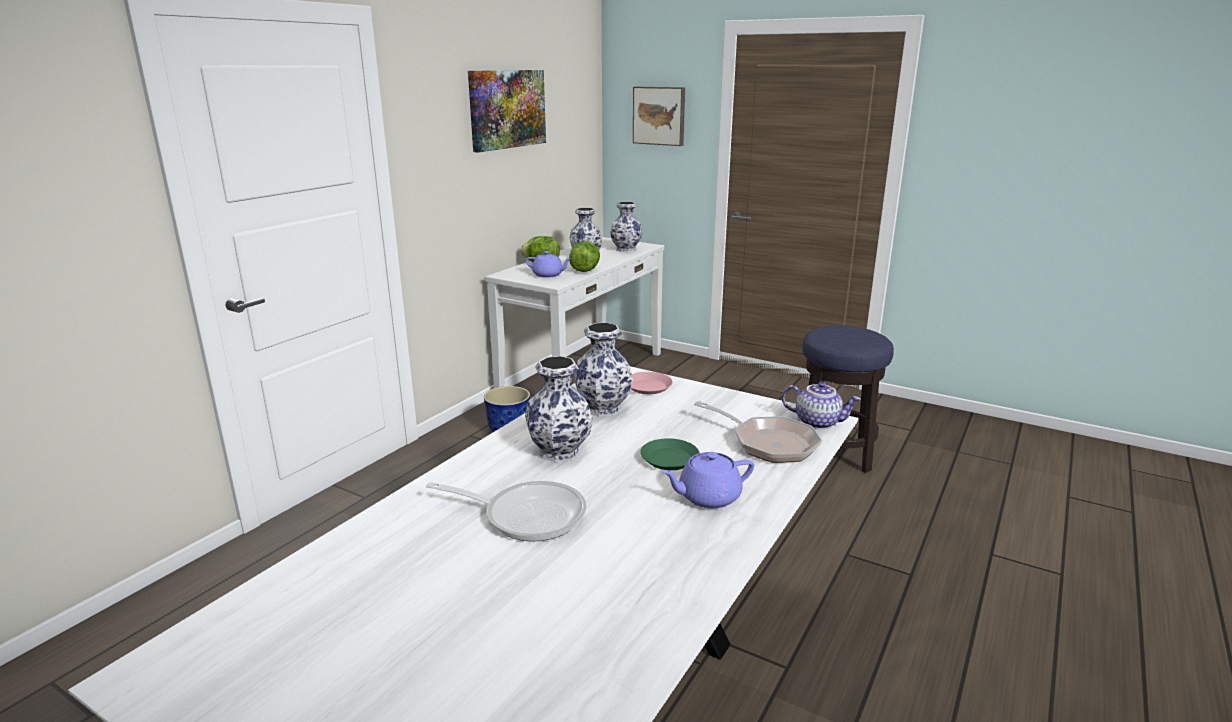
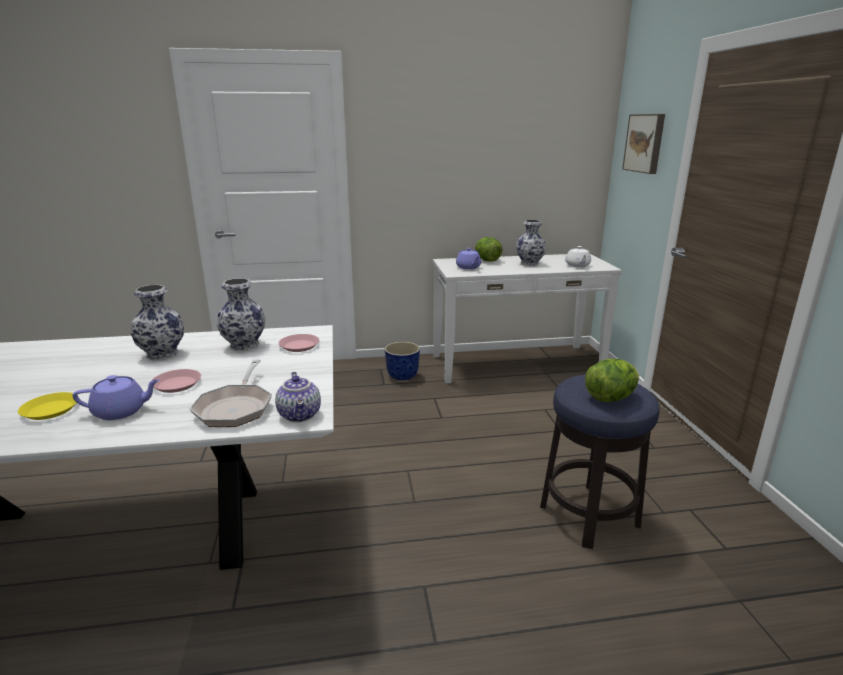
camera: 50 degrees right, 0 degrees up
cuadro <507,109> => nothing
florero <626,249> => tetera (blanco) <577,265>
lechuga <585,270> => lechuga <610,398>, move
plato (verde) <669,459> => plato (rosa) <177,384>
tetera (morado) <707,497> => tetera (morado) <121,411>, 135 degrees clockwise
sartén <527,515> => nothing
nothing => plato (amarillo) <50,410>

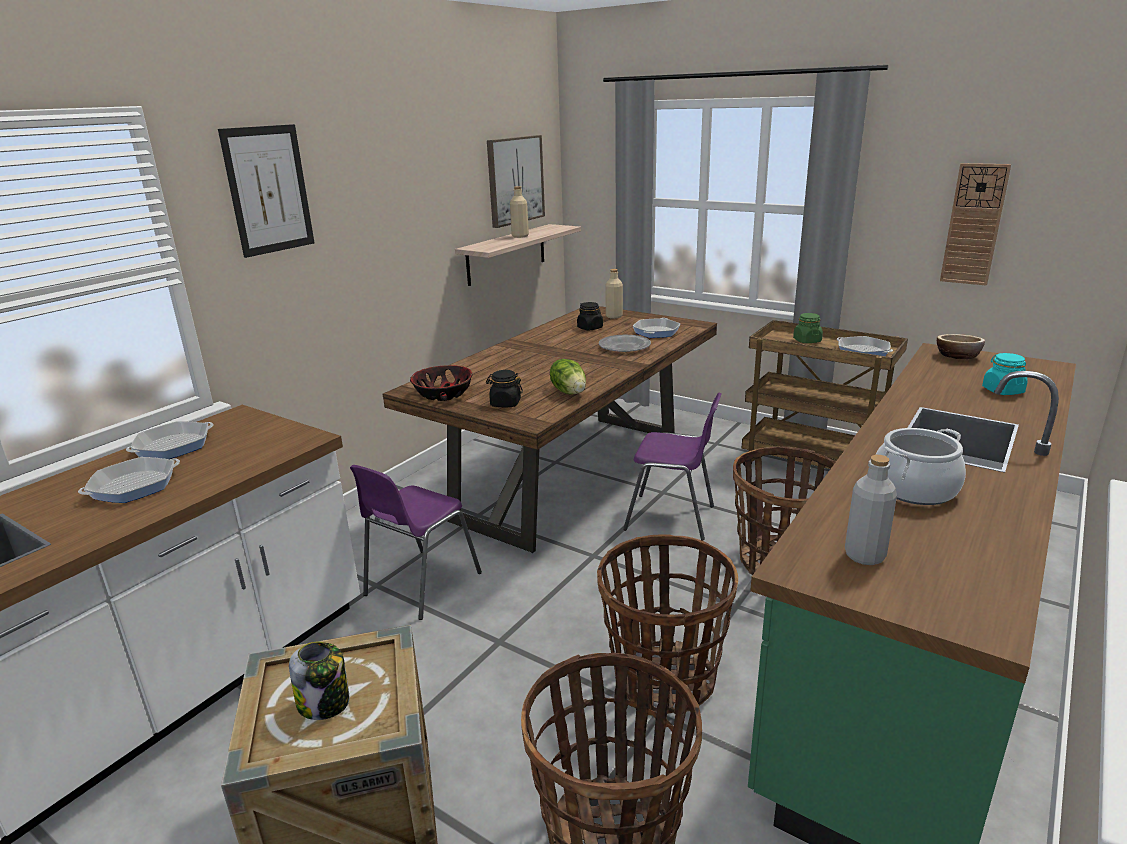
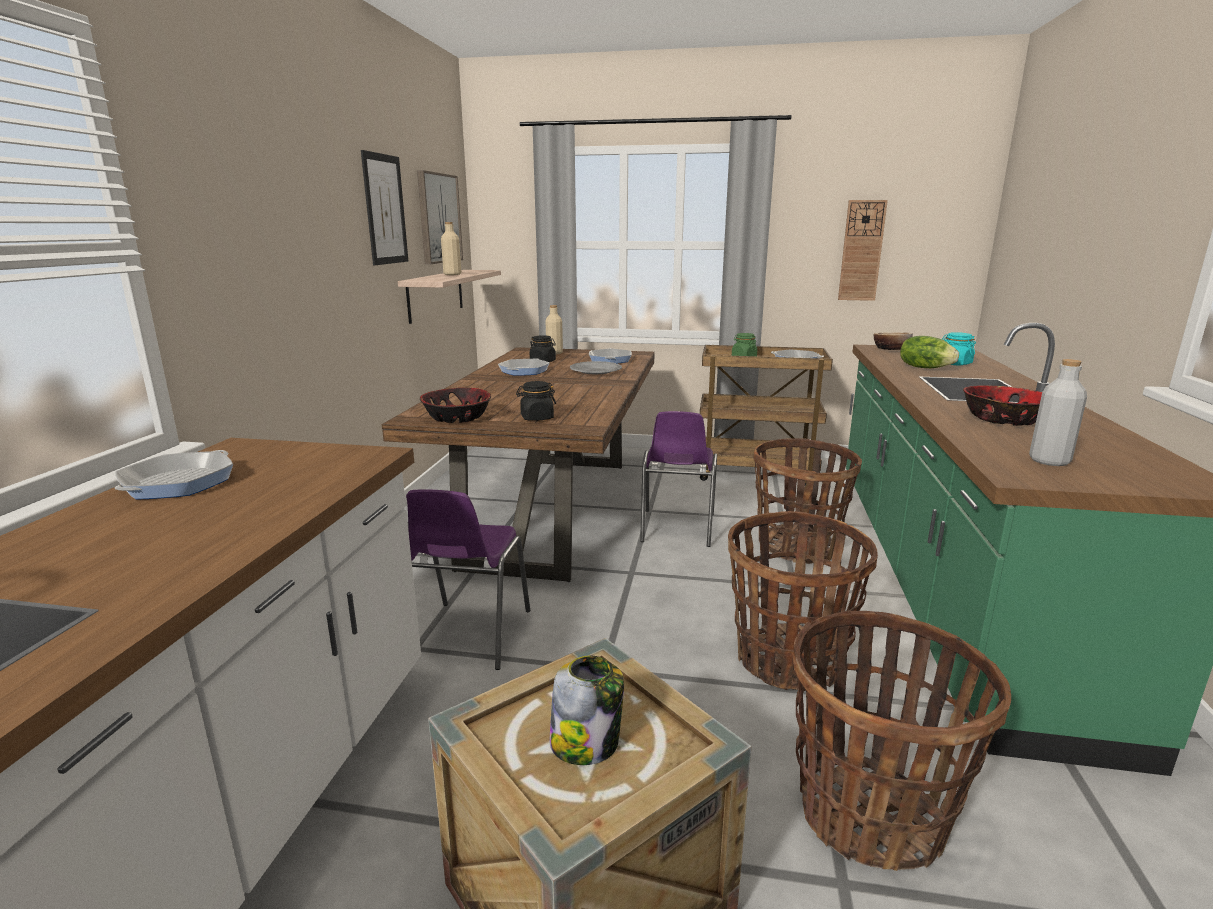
camera: 25 degrees left, 5 degrees down
cuadro <268,190> => cuadro <385,209>, move
lechuga <569,392> => lechuga <925,368>, move
silla (morado) <672,518> => silla (morado) <676,529>, 105 degrees clockwise
olla <914,489> => cuenco <1004,419>
sartén <134,486> => sartén <524,371>, move

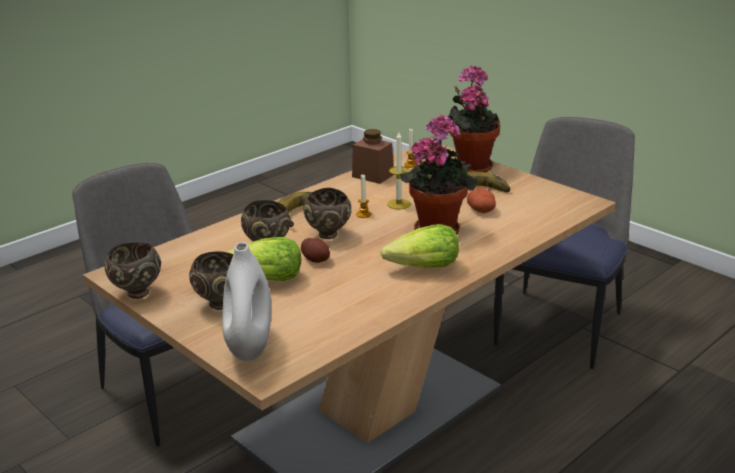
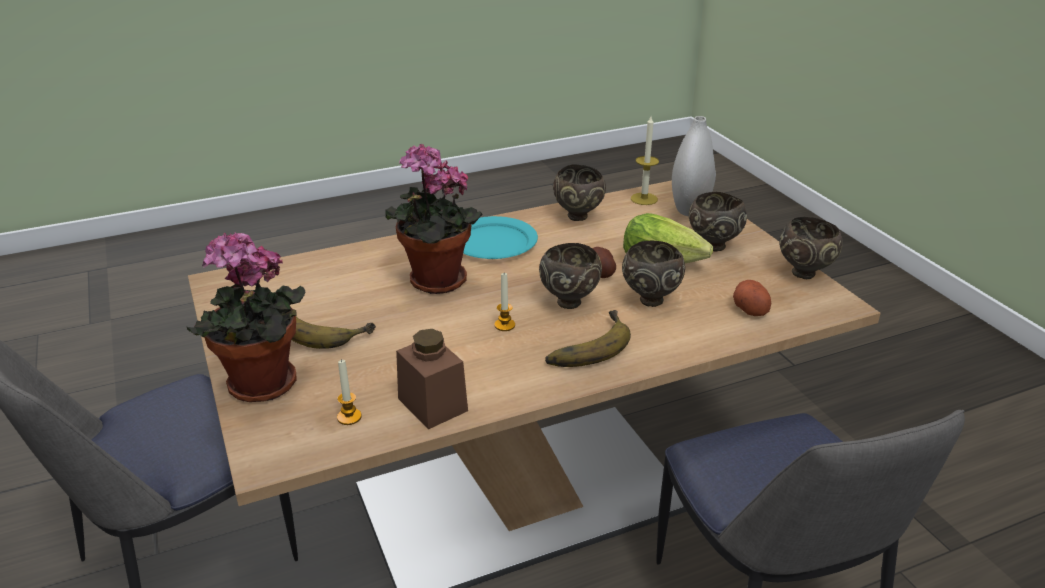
camera: 160 degrees left, 5 degrees up
vela <399,204> => vela <644,199>, move
patata <482,210> => patata <749,308>, move
lechuga <424,268> => plato (turquesa) <493,242>
nothing => cuenco (marrón) <578,217>

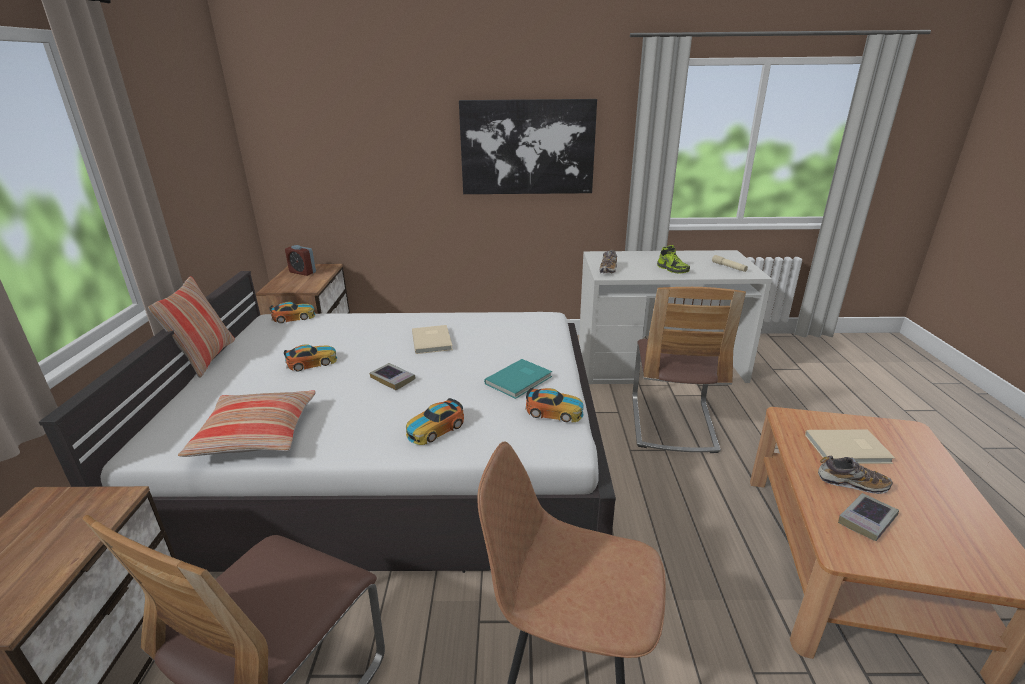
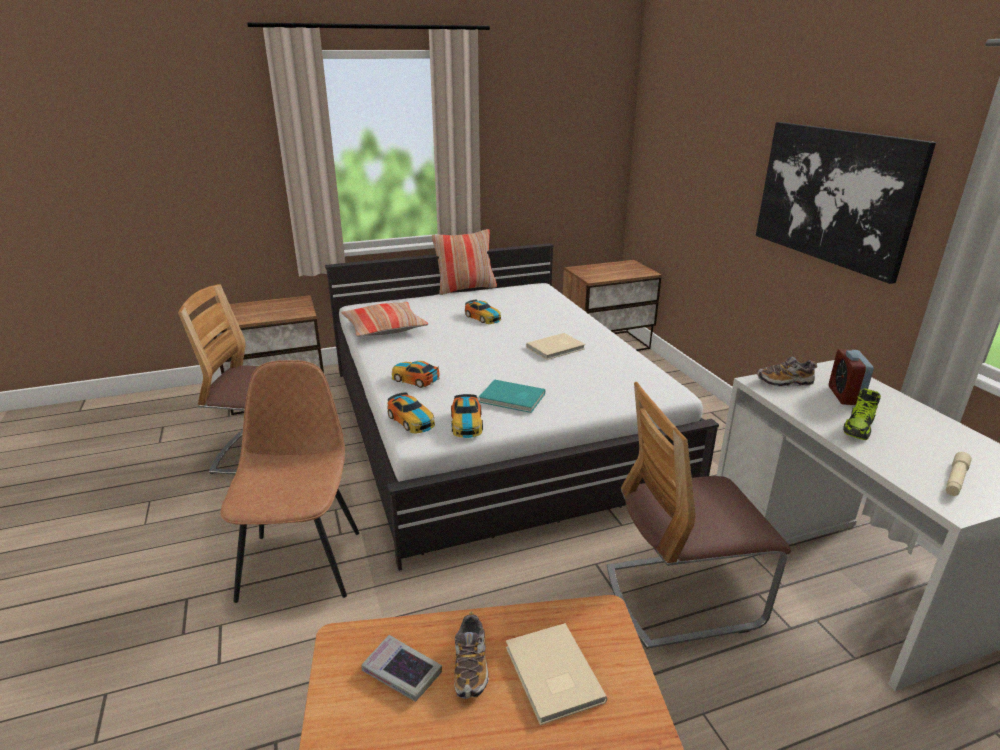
camera: 70 degrees right, 0 degrees up
despertador <302,272> => despertador <844,396>, move
coche de juguete <294,317> => coche de juguete <411,420>, move
libro <393,379> => nothing

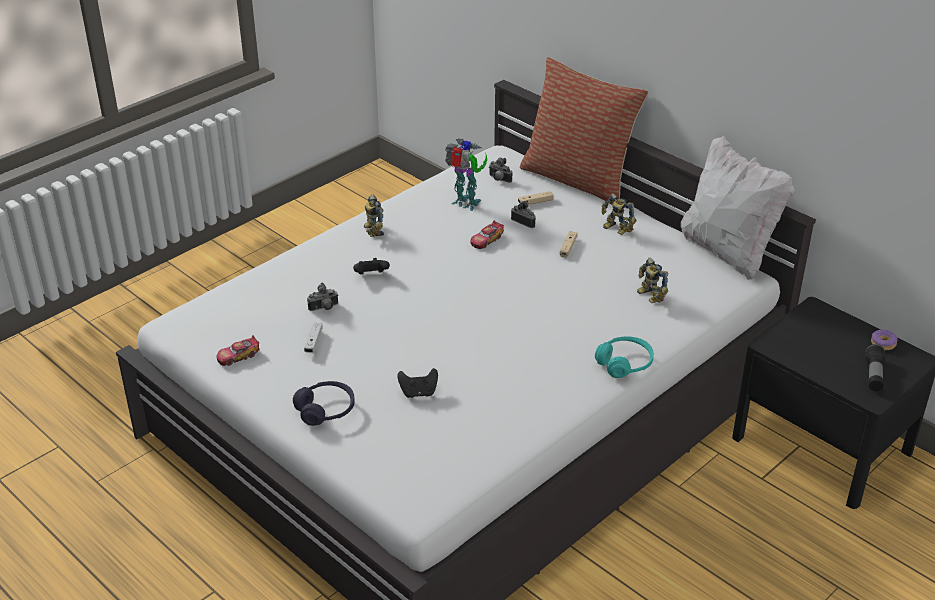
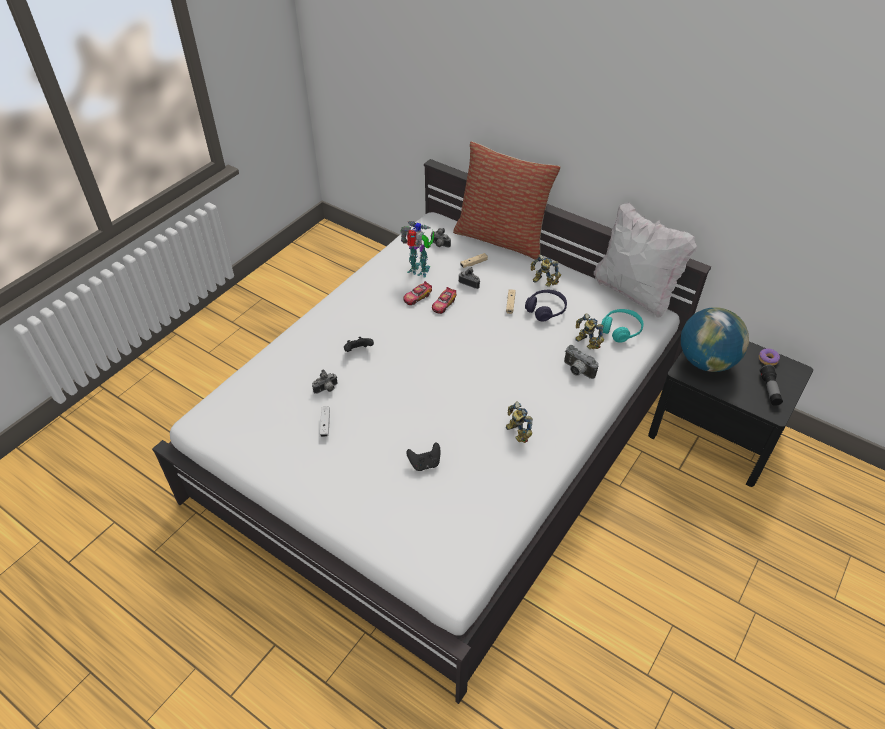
camera: 10 degrees left, 10 degrees up
robot de juguete <372,231> => robot de juguete <516,433>, move
coche de juguete <237,356> => coche de juguete <417,297>, move
auriculares (turquesa) <624,364> => auriculares (turquesa) <621,330>, move
auriculares (morado) <325,410> => auriculares (morado) <546,310>, move
nothing => globo terráqueo <706,361>
nothing => cámara <577,371>

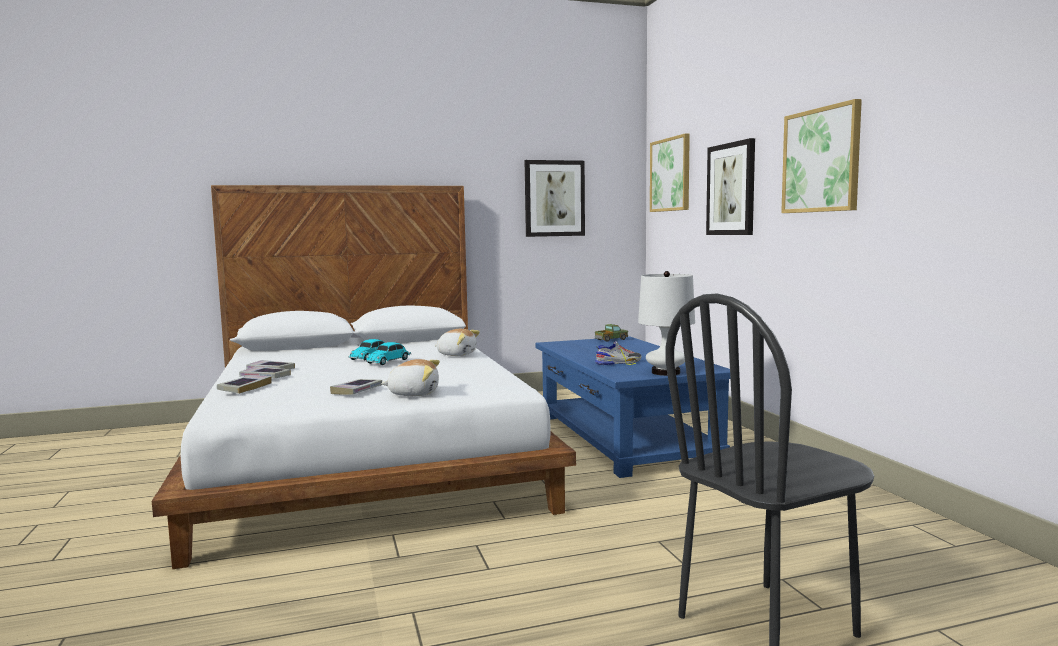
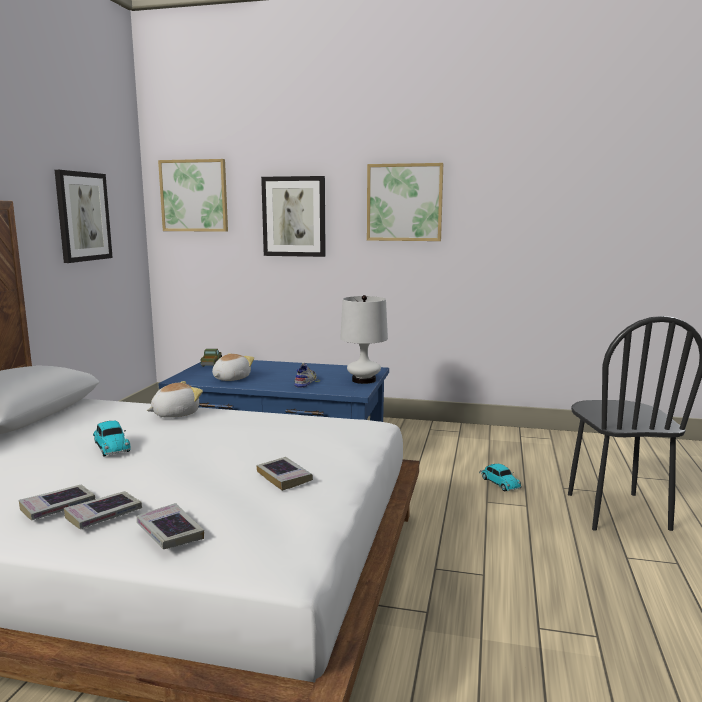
camera: 60 degrees left, 5 degrees up
coche de juguete <389,361> => coche de juguete <499,483>, move
peluche <414,393> => peluche <230,379>, move

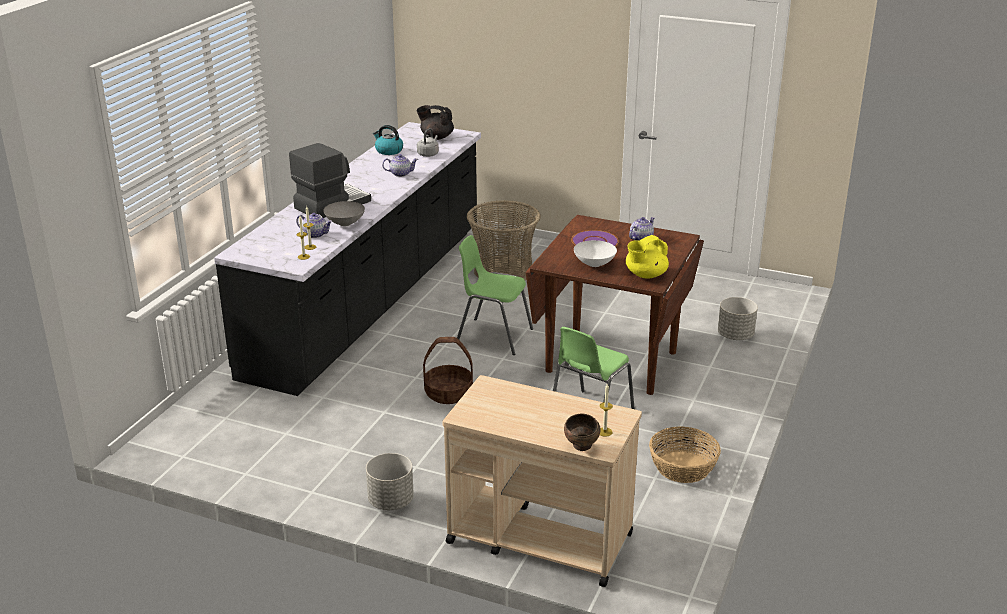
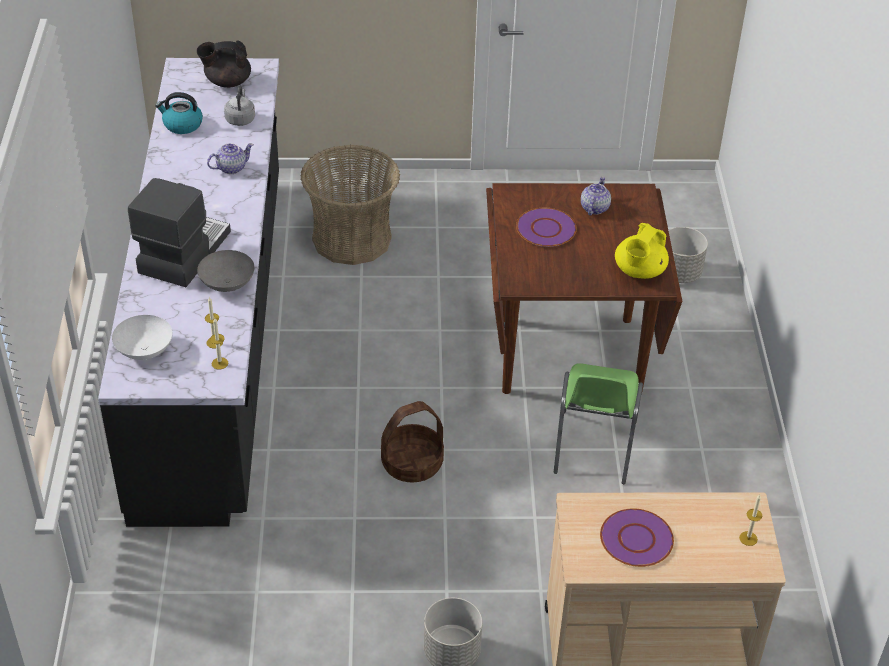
camera: 25 degrees left, 15 degrees up
tetera <315,234> => nothing
silla (verde) <493,336> => nothing
cuenco (blanco) <595,263> => cuenco (blanco) <145,350>, move
cuenco (marrón) <582,447> => nothing
cesta <683,467> => nothing
nothing => plato (morado) <636,538>

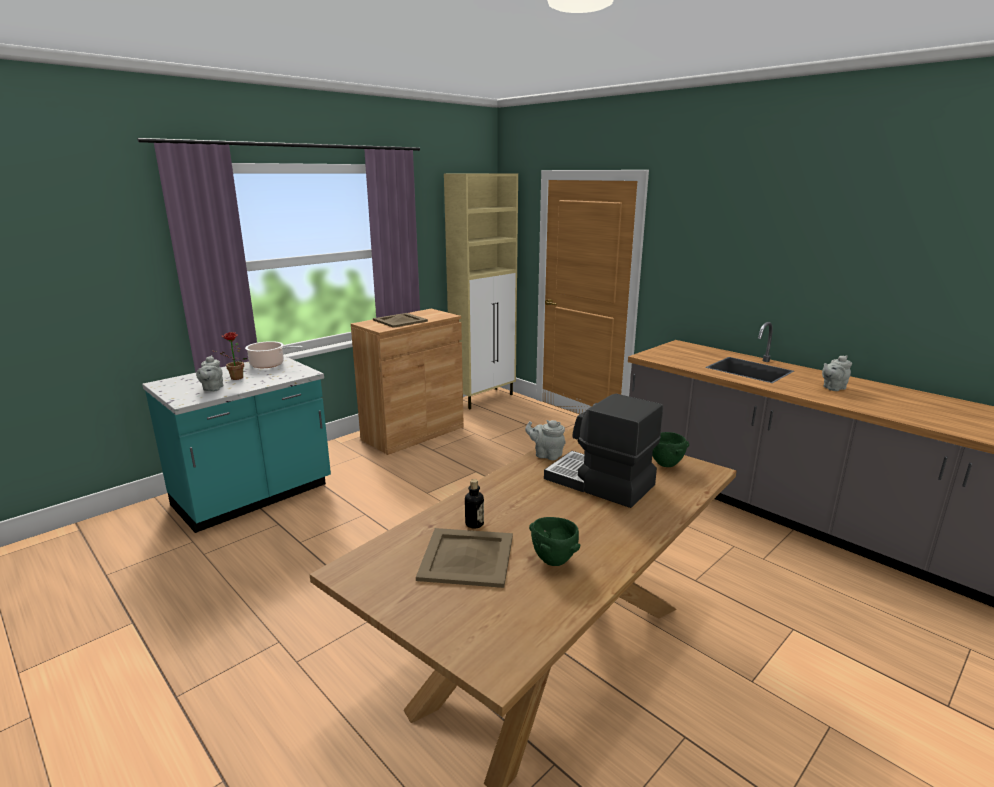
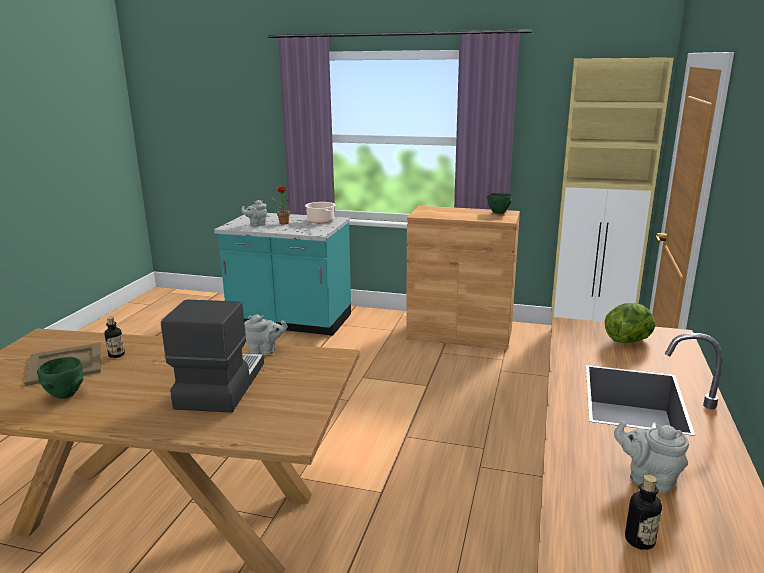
camera: 60 degrees right, 0 degrees up
bandeja (beis) <399,320> => nothing
tetera (gris) <546,455> => tetera (gris) <265,351>, 90 degrees clockwise
cuenco (verde) <666,464> => cuenco (verde) <499,213>, move
nothing => lechuga <629,340>
nothing => botella <639,540>

